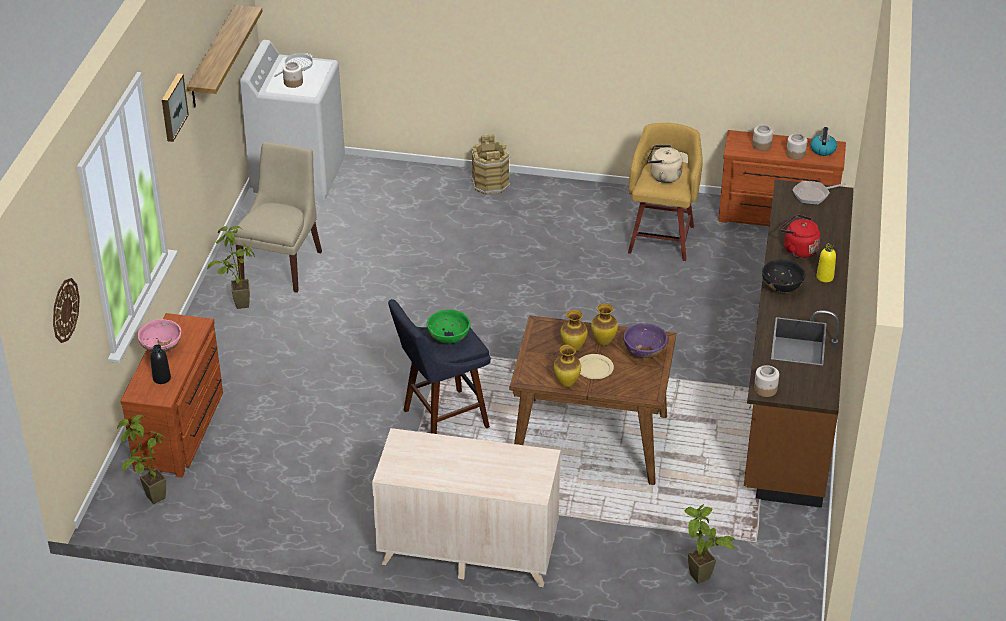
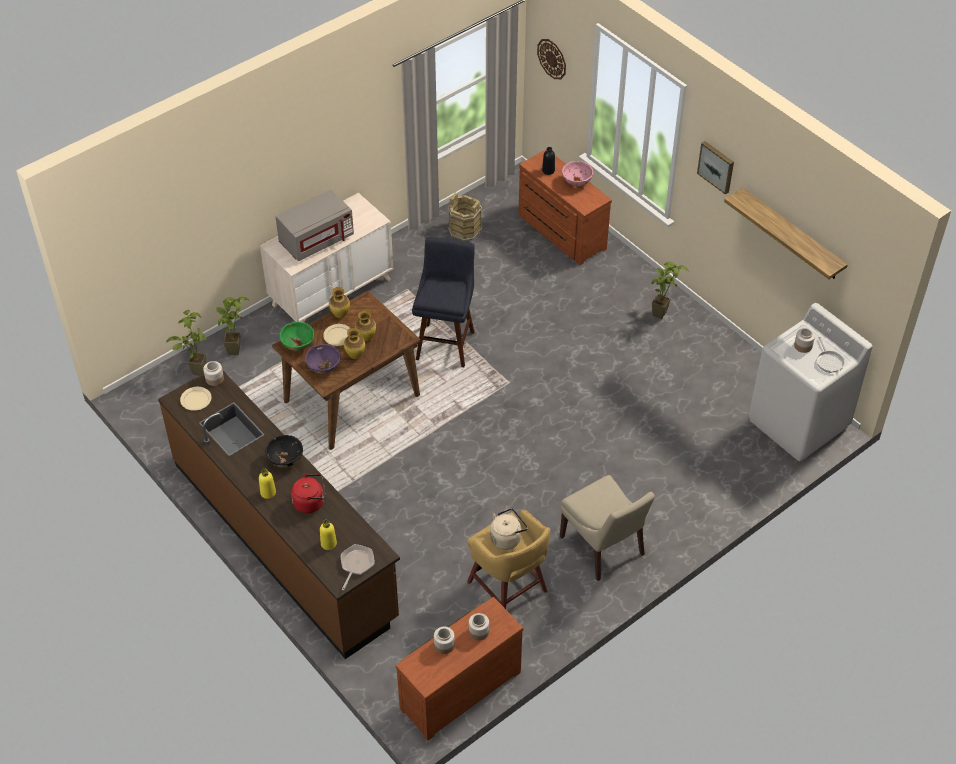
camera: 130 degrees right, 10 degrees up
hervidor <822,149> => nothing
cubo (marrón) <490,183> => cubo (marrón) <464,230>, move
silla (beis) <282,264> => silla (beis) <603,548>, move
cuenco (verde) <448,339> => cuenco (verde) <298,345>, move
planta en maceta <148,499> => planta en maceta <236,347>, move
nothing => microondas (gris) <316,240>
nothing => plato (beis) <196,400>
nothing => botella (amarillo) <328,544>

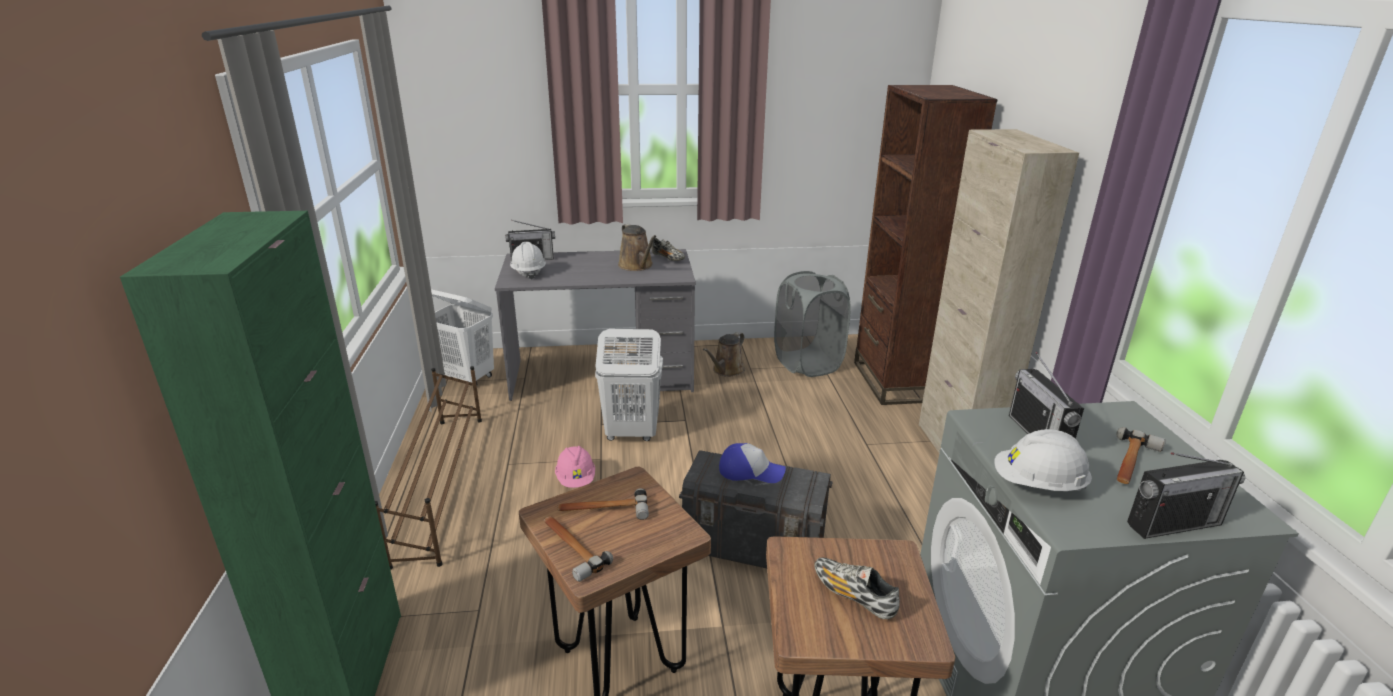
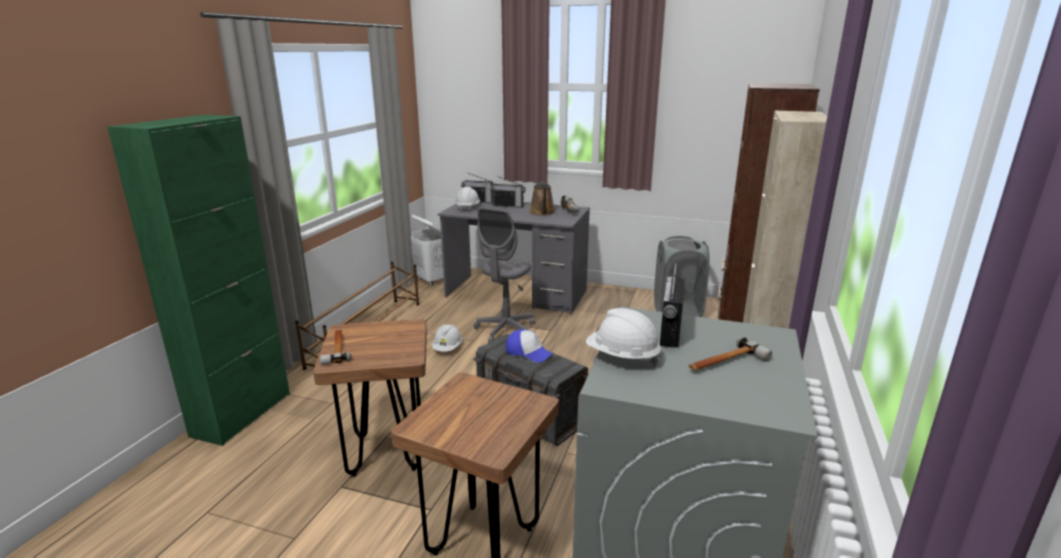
camera: 25 degrees right, 5 degrees down
cesto de la ropa (blanco) <631,433> => silla de oficina (gris) <506,330>
regadera (marrón) <726,370> => nothing
casco (rosa) <576,479> => casco (blanco) <447,348>
radio <1173,524> => radio <508,206>, move
martillo <603,510> => nothing
zapato <853,595> => nothing

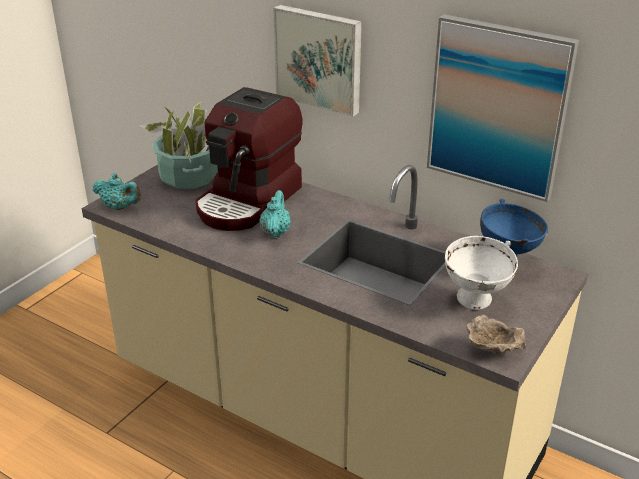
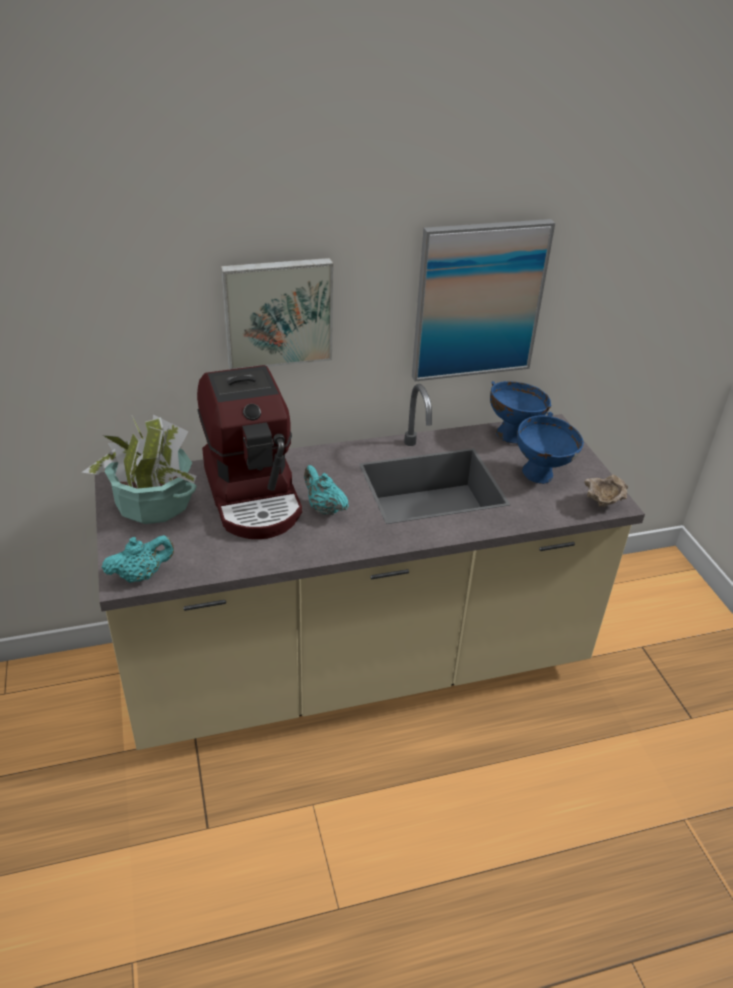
camera: 50 degrees left, 5 degrees up
cuenco (blanco) <476,302> => cuenco (azul) <541,475>

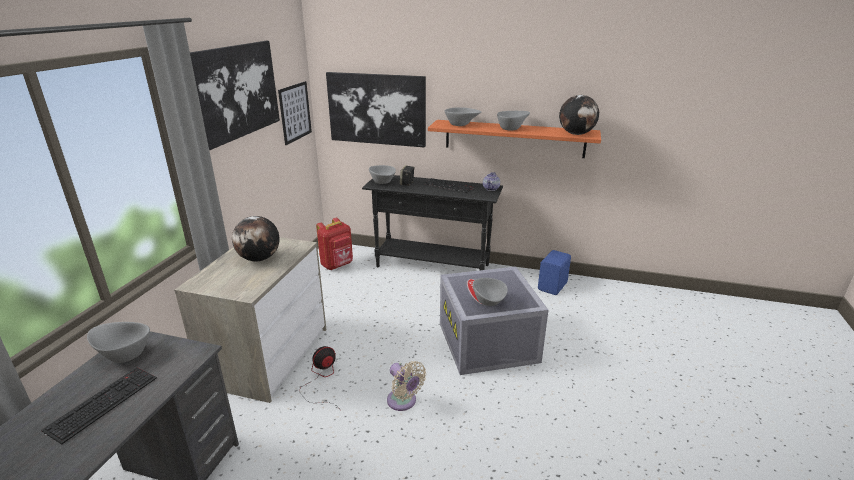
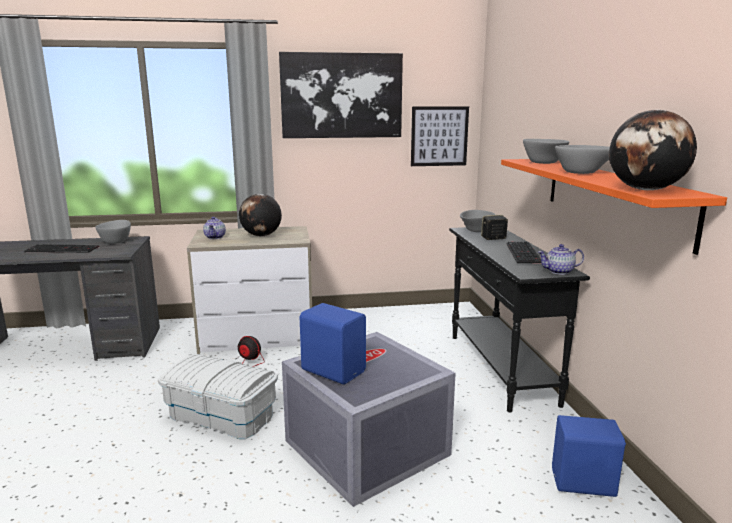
camera: 65 degrees right, 10 degrees down
cuadro <376,109> => nothing
mochila (rojo) <337,265> => nothing
cuenco (gris) <489,303> => altavoz (azul) <333,370>
ventilador (beis) <403,402> => caja de almacenaje (blanco) <222,415>
nothing => tetera <215,237>

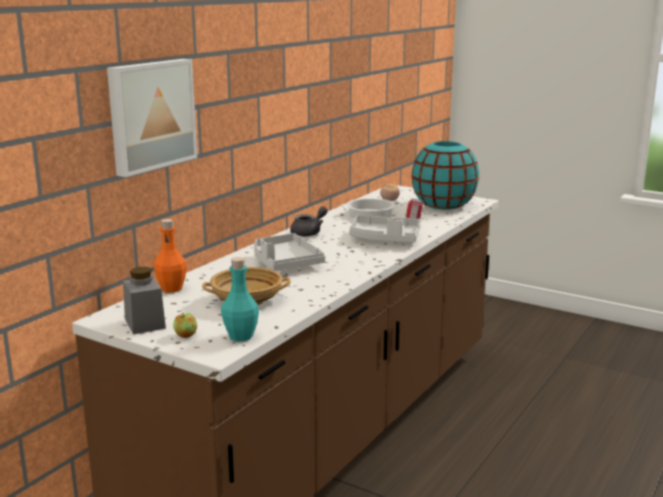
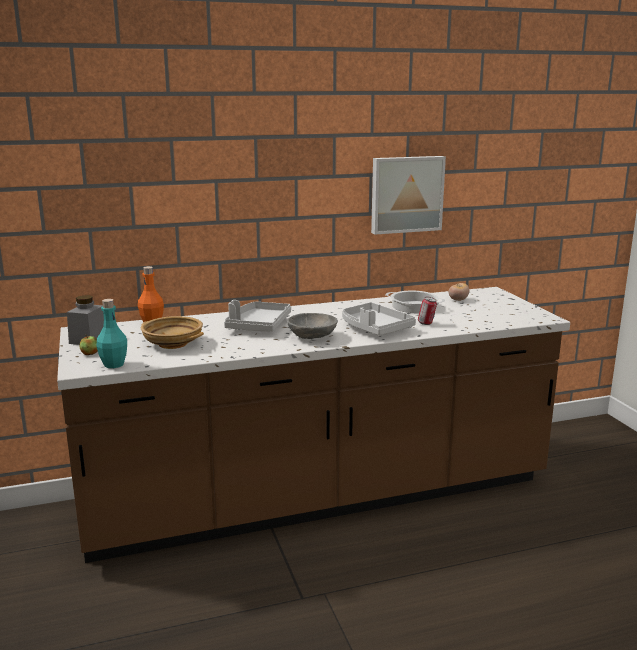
camera: 40 degrees right, 0 degrees up
cuadro <150,115> => cuadro <406,194>, move
florero (turquesa) <443,205> => nothing
tetera (gris) <309,233> => nothing
nothing => cuenco (gris) <312,337>

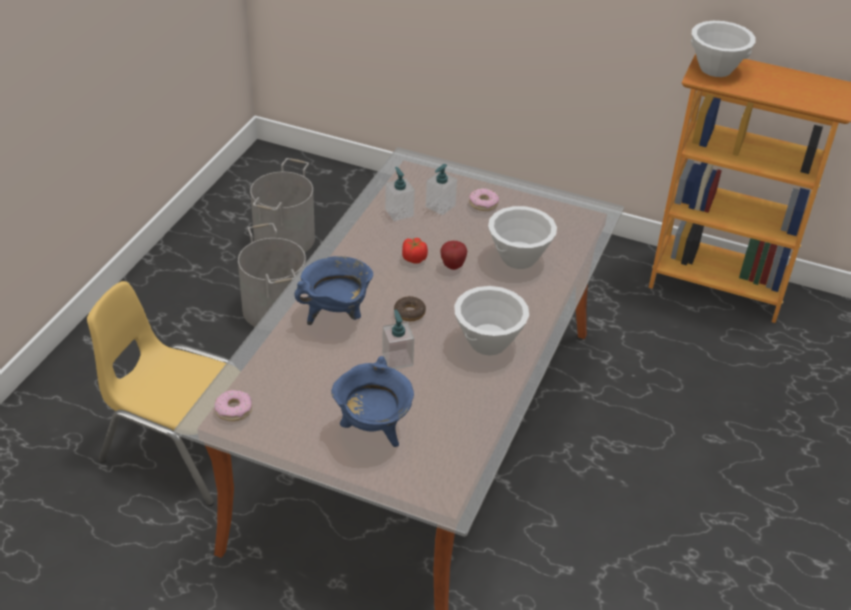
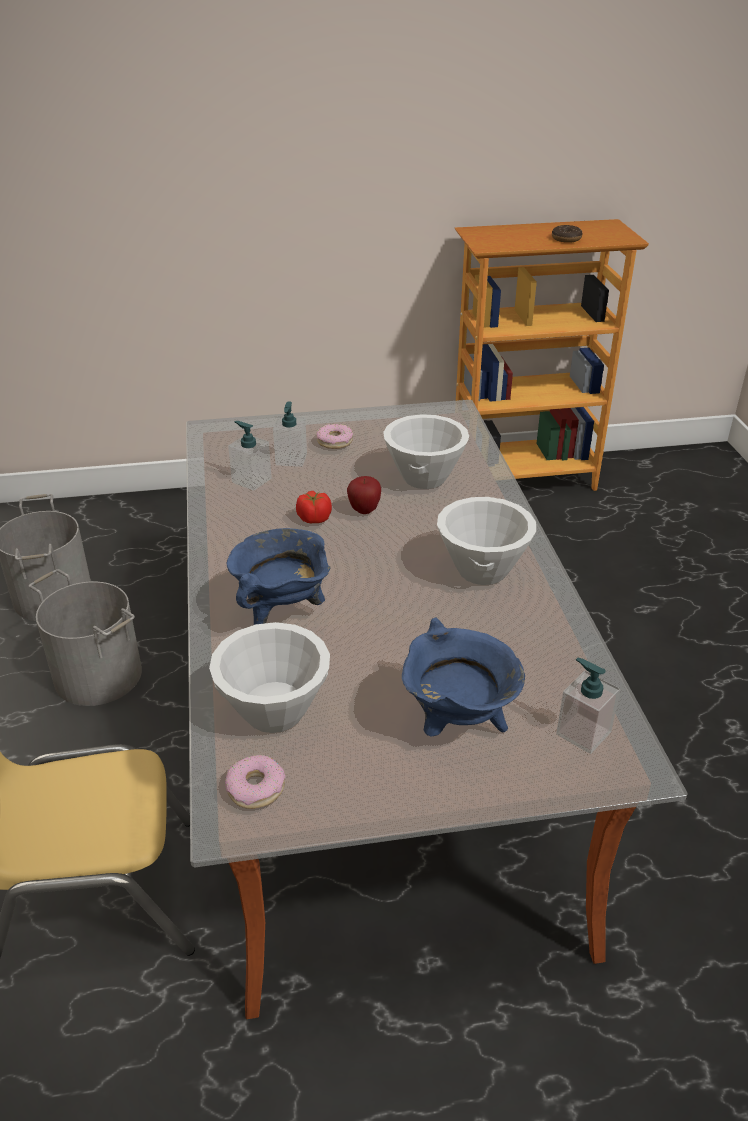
camera: 30 degrees left, 5 degrees down
cuenco (blanco) <715,68> => cuenco (blanco) <274,711>, move
rosquilla <409,313> => rosquilla <566,239>, move
dispensador de jabón <397,359> => dispensador de jabón <583,733>, move

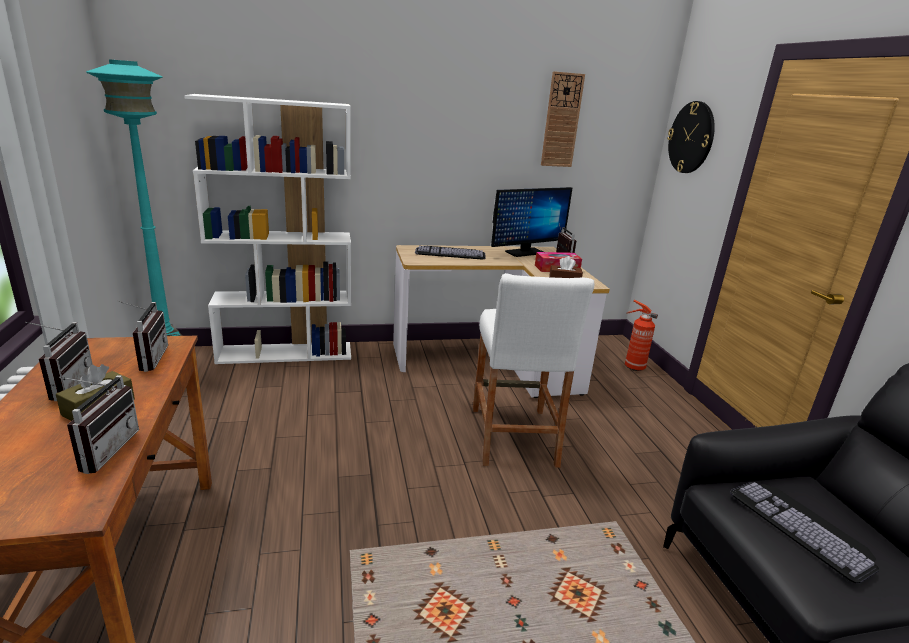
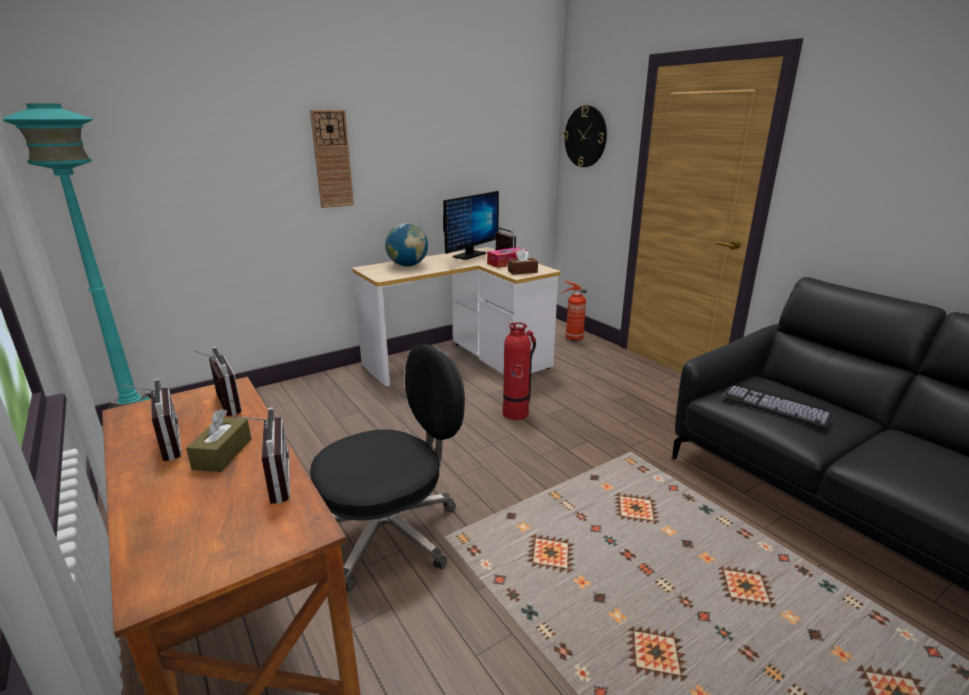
camera: 20 degrees left, 0 degrees up
reloj de pared <561,120> => reloj de pared <332,159>, move
estantería (blanco) <286,353> => nothing
teclado <451,252> => globo terráqueo <407,265>
taburete (blanco) <513,436> => extintor <516,413>
nothing => silla de oficina (negro) <391,533>

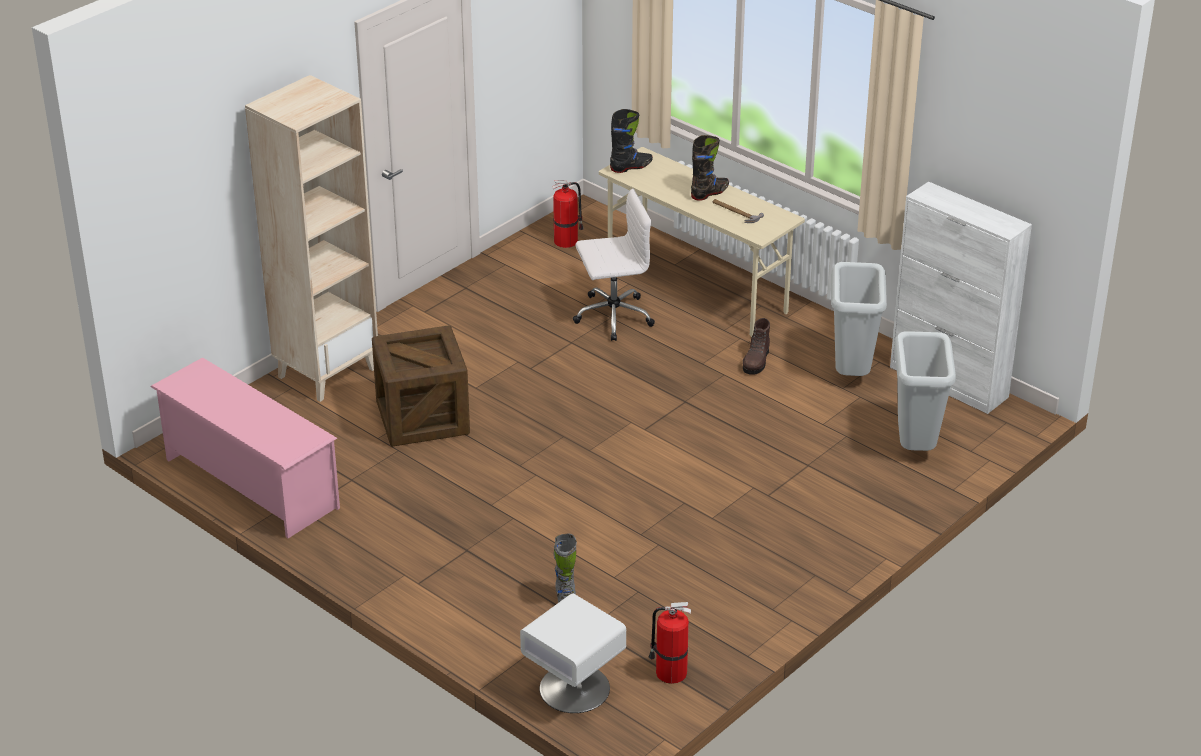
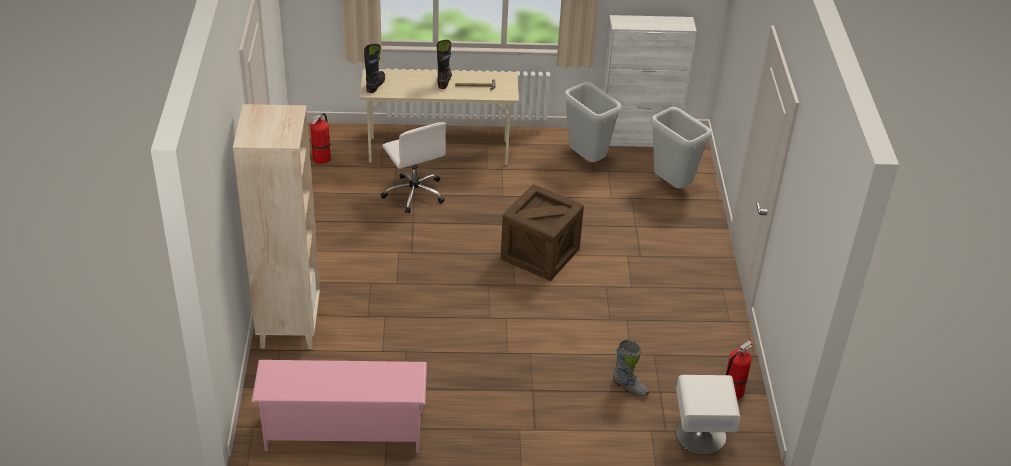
camera: 45 degrees left, 5 degrees up
silla de oficina (blanco) <612,316> => silla de oficina (blanco) <414,193>, 120 degrees clockwise
bota (marrón) <756,362> => nothing
caja de embalaje <422,418> => caja de embalaje <540,254>, move

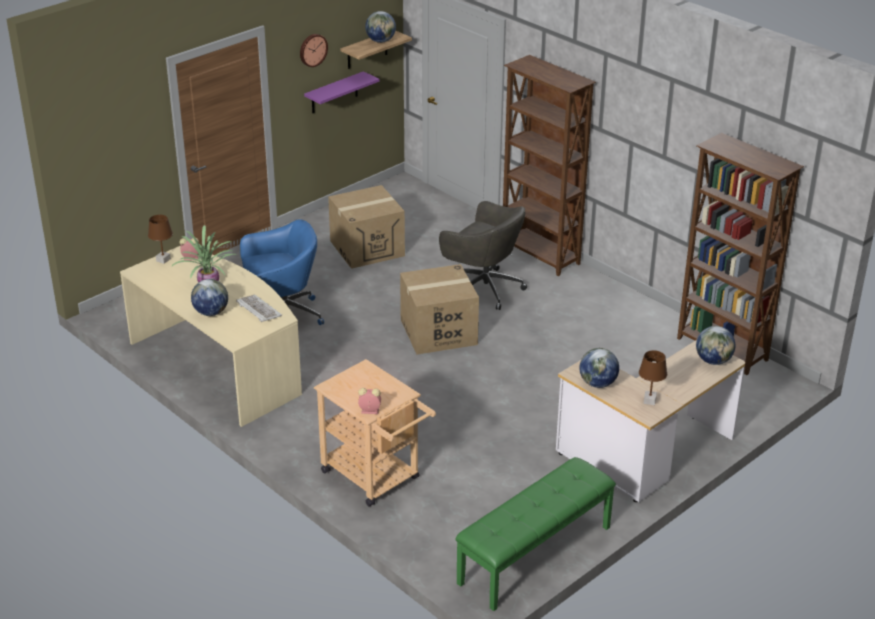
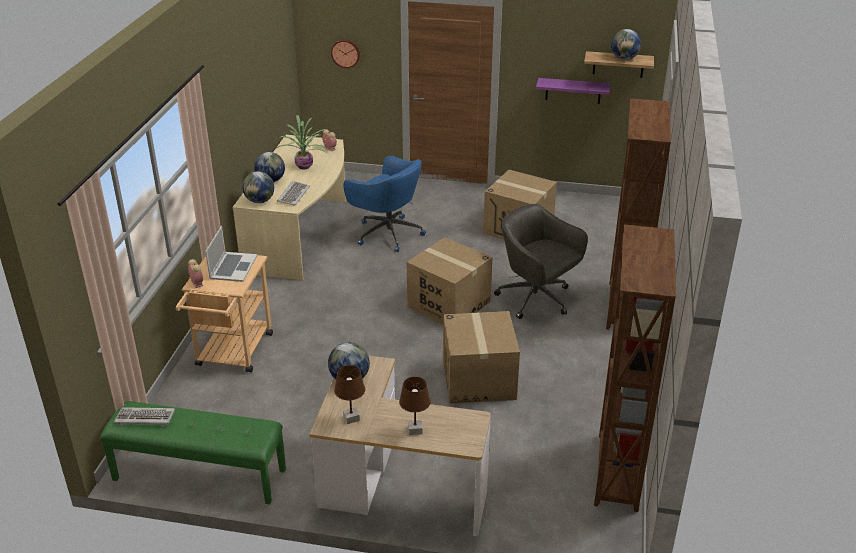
camera: 55 degrees right, 0 degrees up
reloj de pared <312,50> => reloj de pared <345,53>, move
silla de oficina (gris) <483,288> => silla de oficina (gris) <536,299>, 135 degrees clockwise
lámpara de mesa (marrón) <163,260> => lámpara de mesa (marrón) <415,430>, move
globo terráqueo <713,361> => globo terráqueo <260,201>, move
nothing => portátil <233,267>
nothing => caja de cartón <479,380>
nothing => teclado <144,418>

